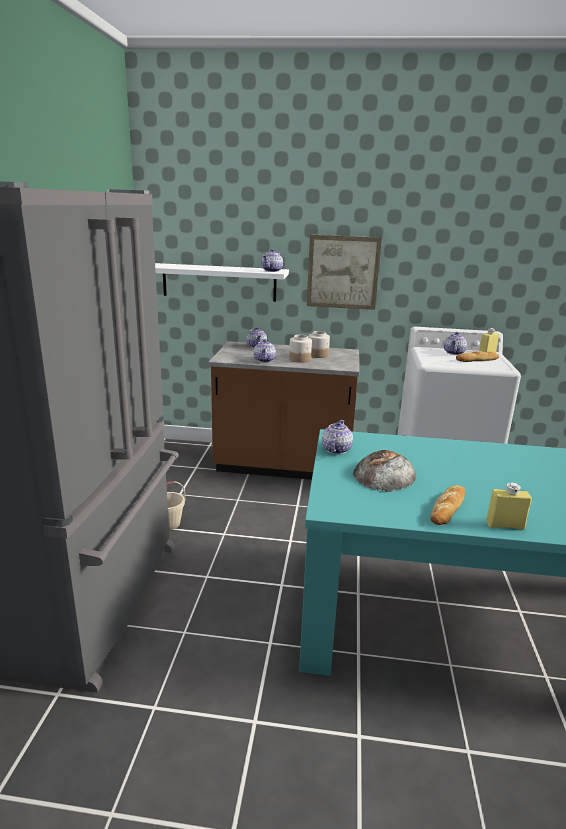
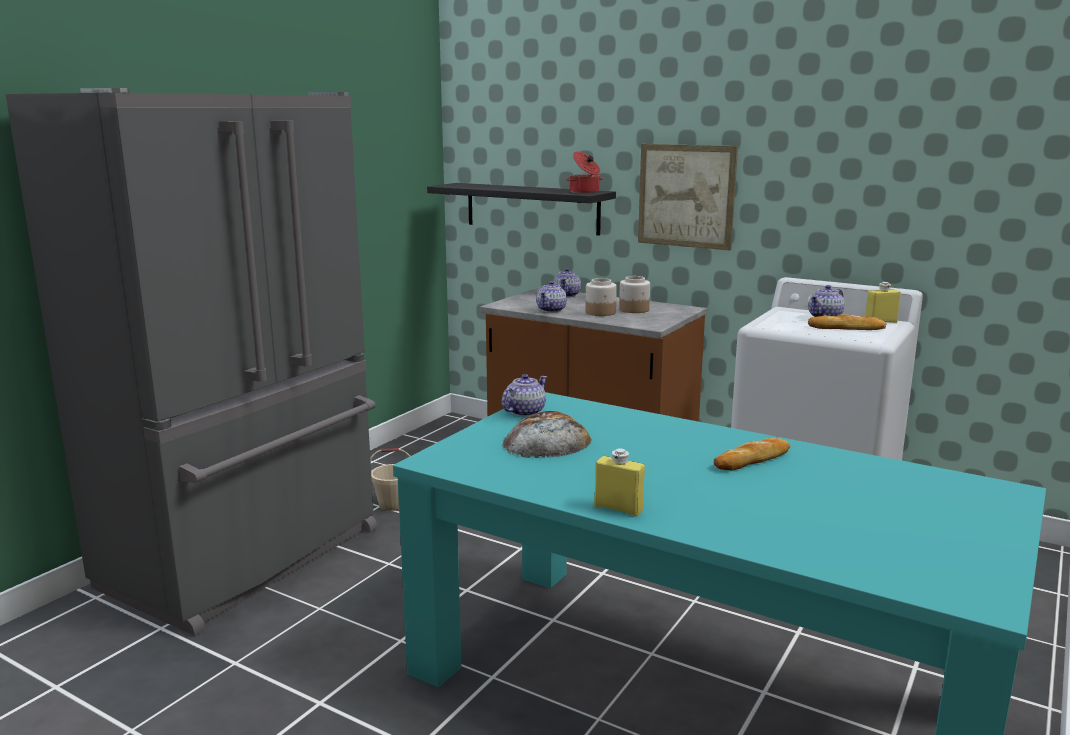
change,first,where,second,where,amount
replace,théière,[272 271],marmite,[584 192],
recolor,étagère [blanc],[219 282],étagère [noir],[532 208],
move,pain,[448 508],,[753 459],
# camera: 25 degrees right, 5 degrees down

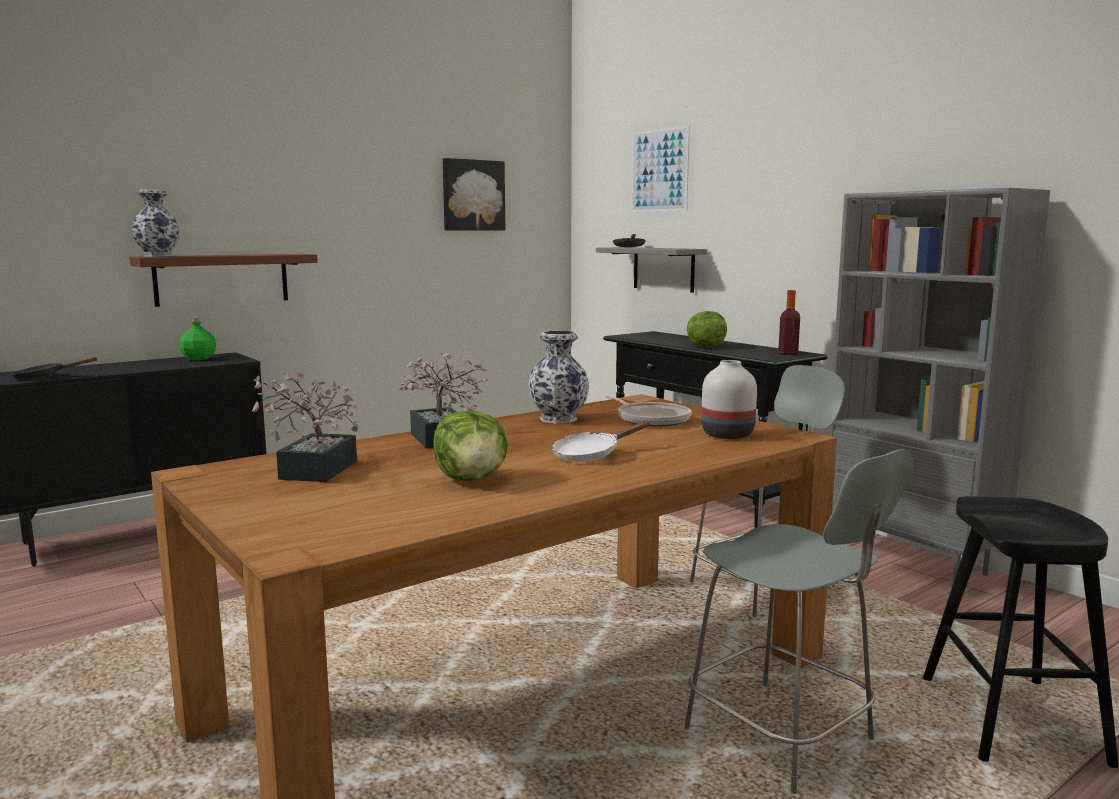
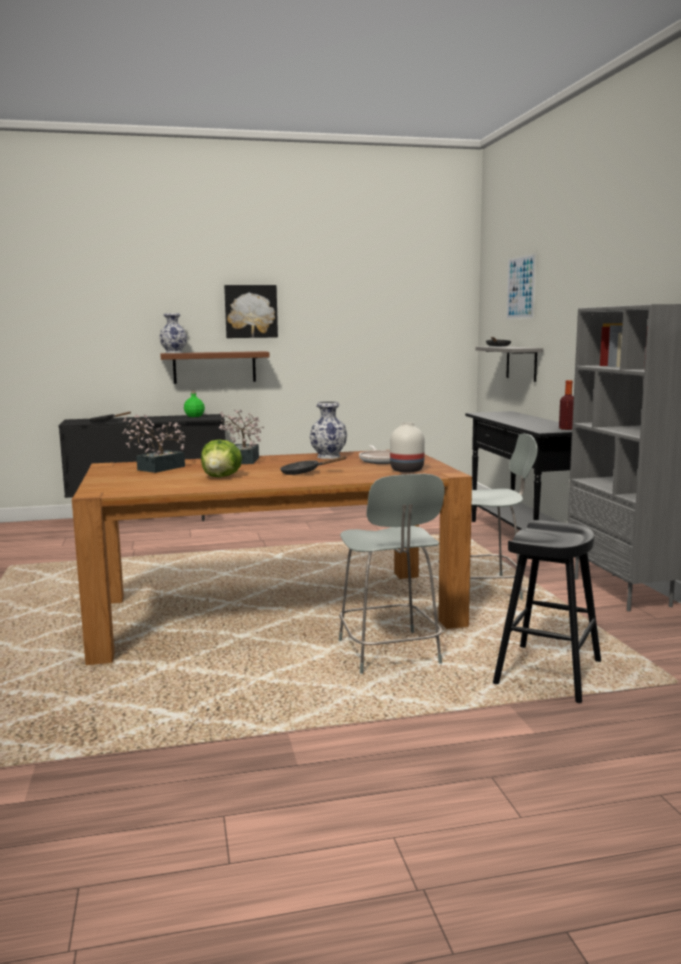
change,first,where,second,where,amount
move,tableau,[472 195],,[251 311],
delete,laitue,[704 346],,,
recolor,poêle [blanc],[591 455],poêle [noir],[304 473],
# camera: 25 degrees right, 0 degrees up

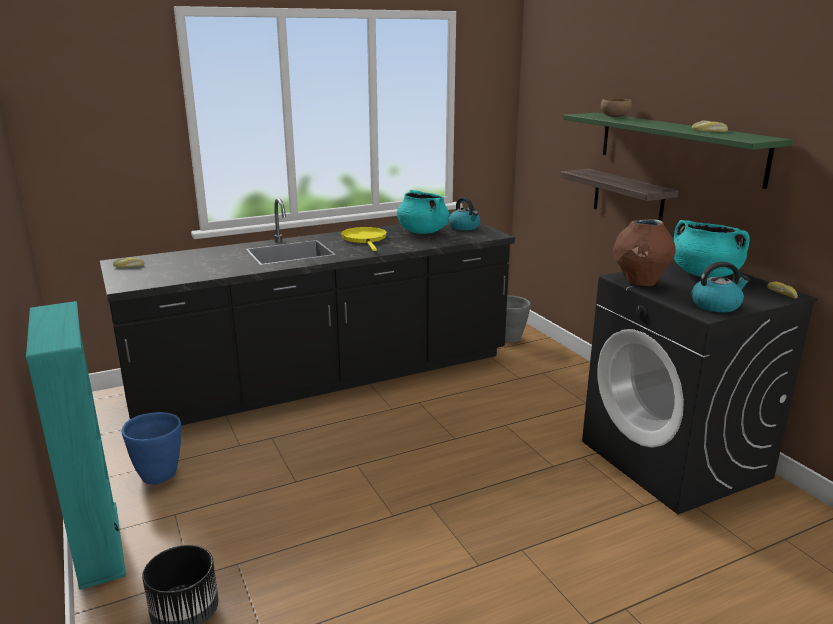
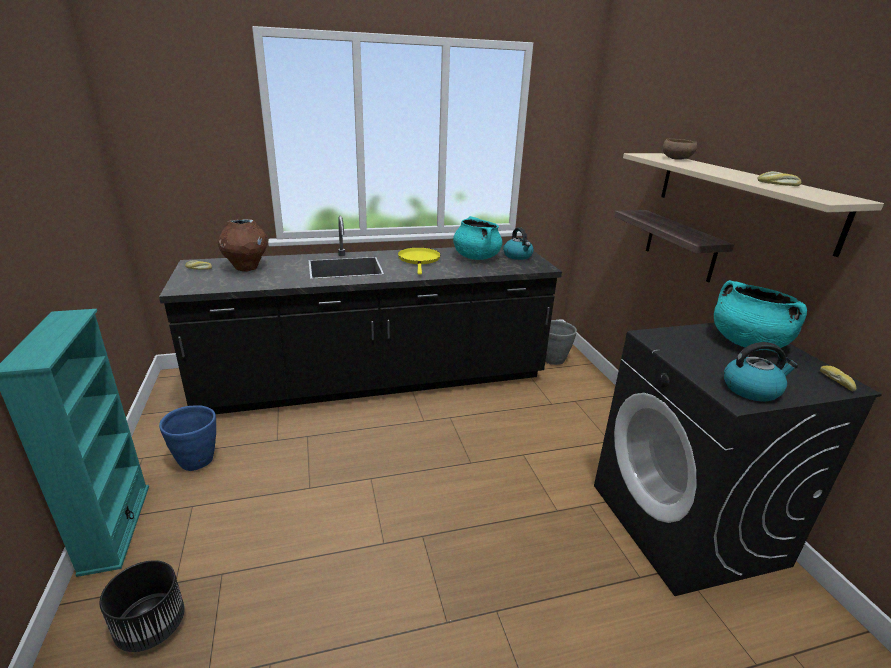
change,first,where,second,where,amount
recolor,étagère [vert],[677 147],étagère [beige],[740 197],
move,vase [marron],[640 282],,[246 268],
# camera: 10 degrees right, 5 degrees up

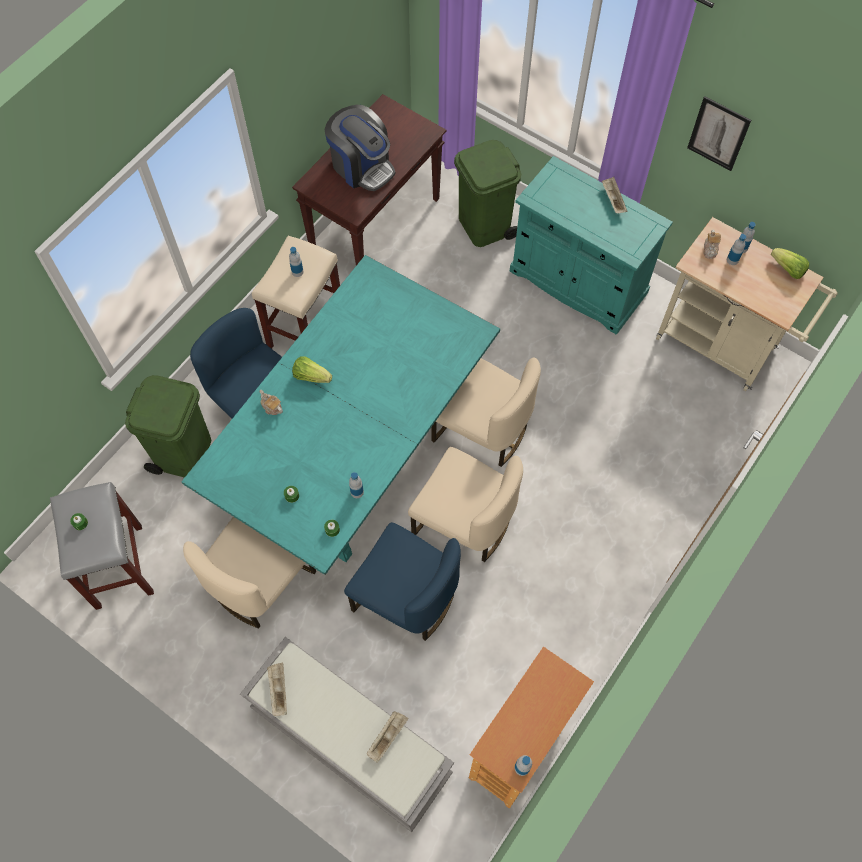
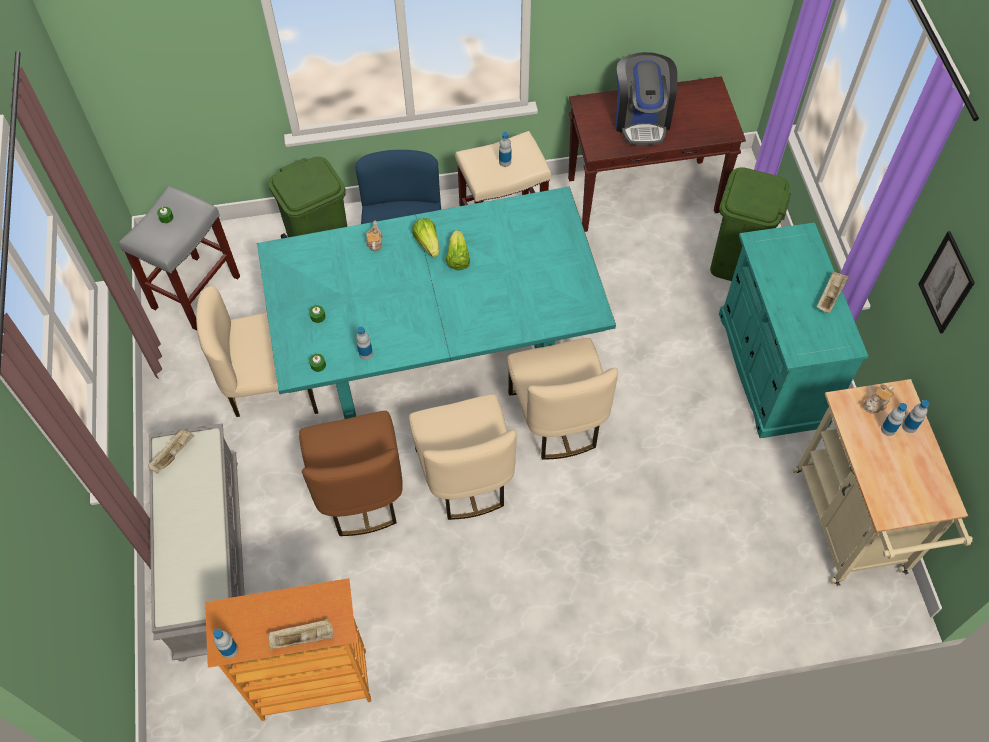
change,first,where,second,where,amount
move,laitue,[787 269],,[458 258],
recolor,chaise [bleu],[406 598],chaise [marron],[360 492],
move,plateau [beige],[387 737],,[303 637],
# camera: 45 degrees right, 5 degrees down

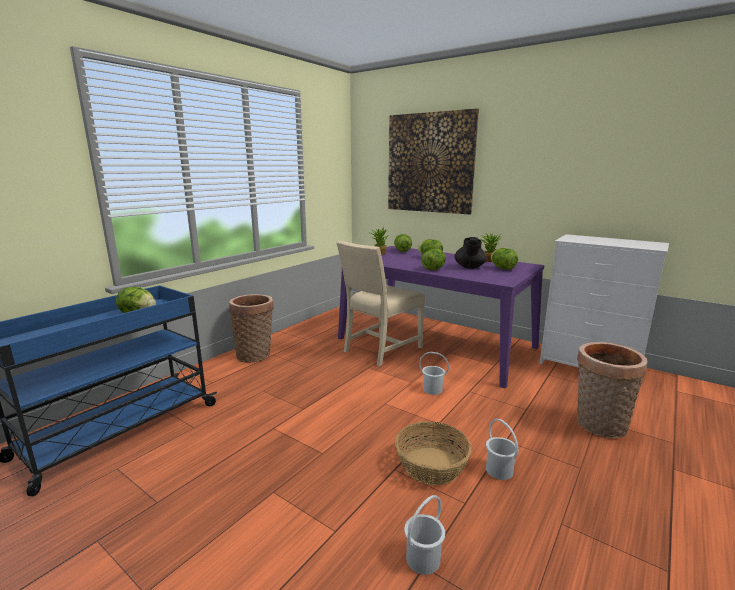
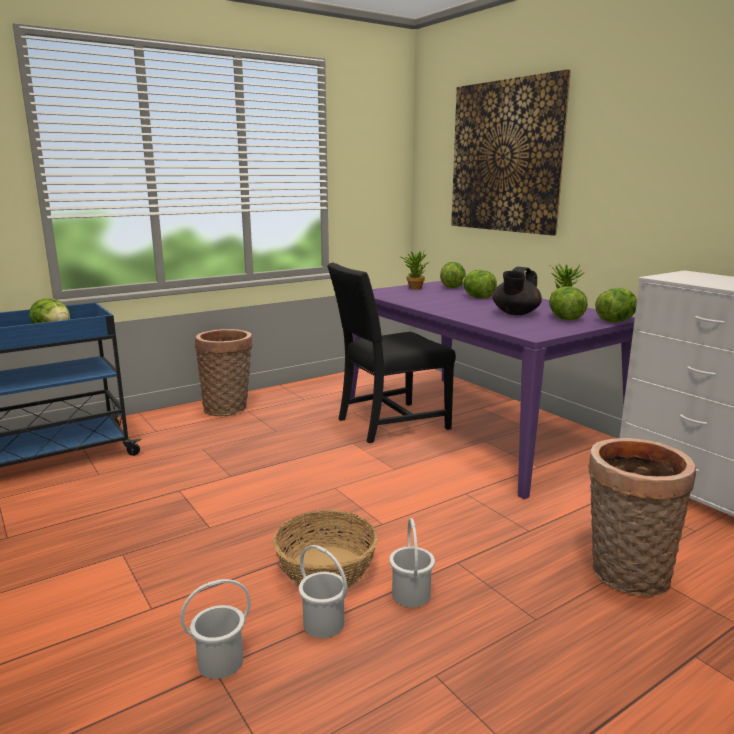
change,first,where,second,where,amount
recolor,chaise [beige],[380 349],chaise [noir],[389 423],
move,laitue,[433 269],,[615 321],
move,seau [blanc],[432 389],,[323 624],
# camera: 20 degrees right, 0 degrees up

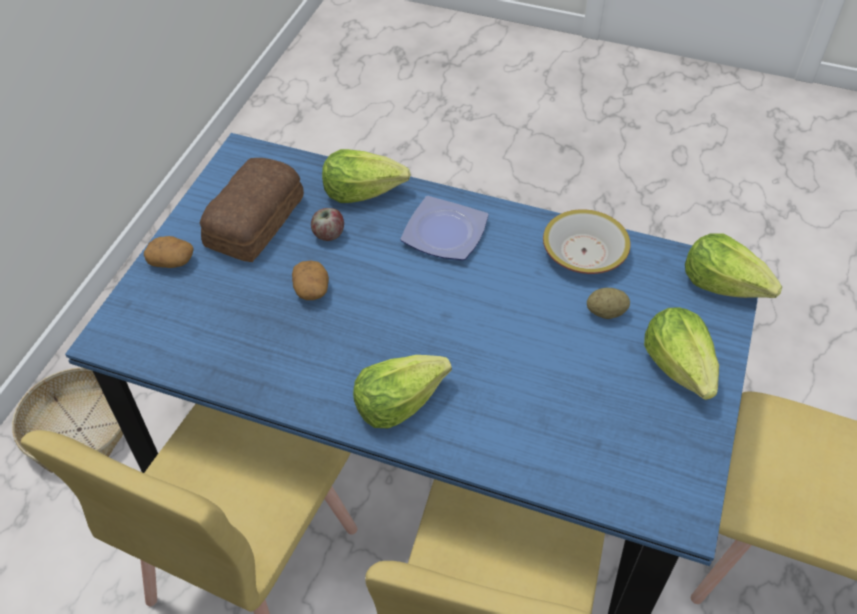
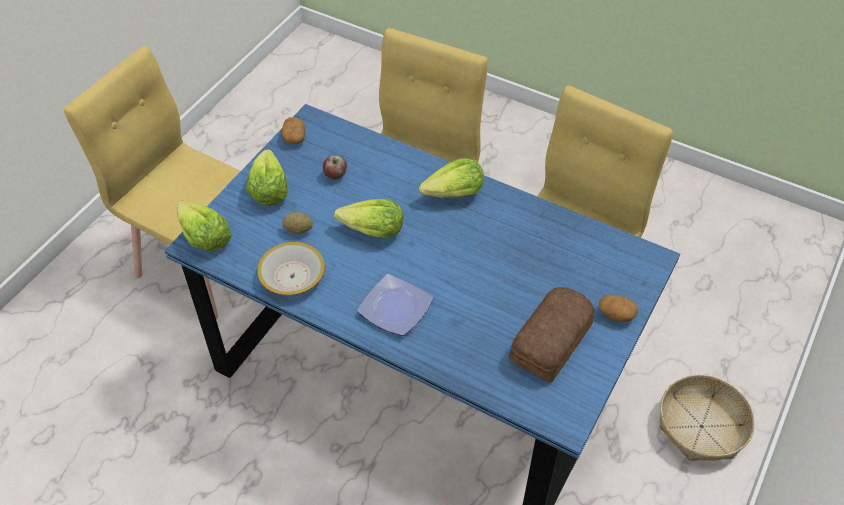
change,first,where,second,where,amount
move,laitue,[362 191],,[372 231],
move,pomme,[328 234],,[335 175],
move,pomme de terre,[312 289],,[294 137],
# camera: 170 degrees left, 0 degrees up

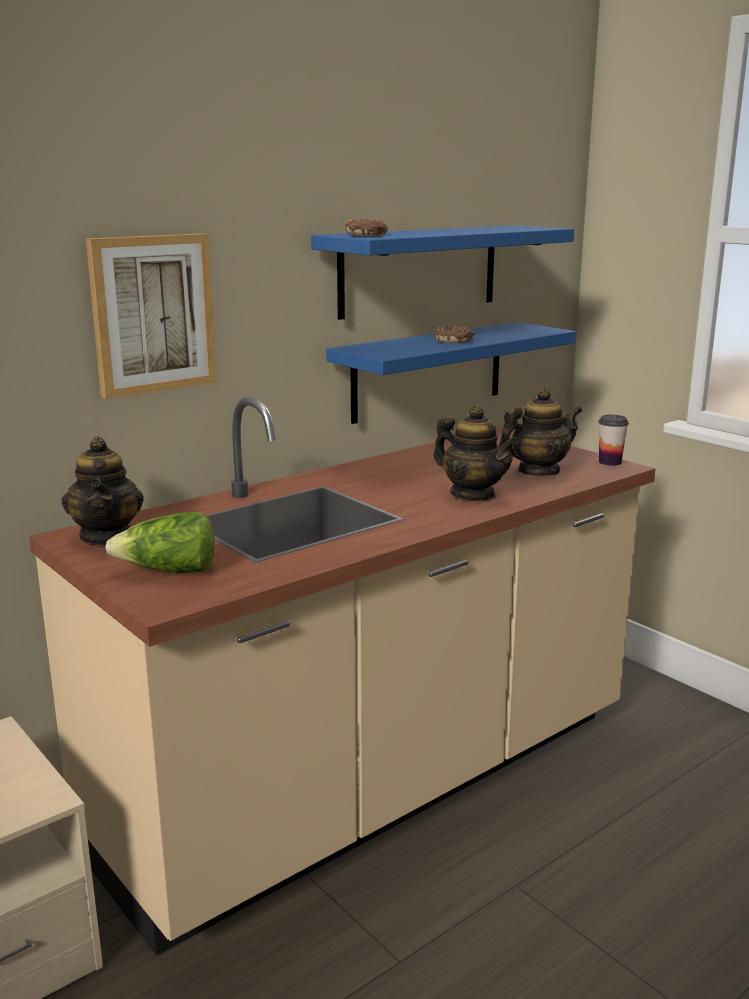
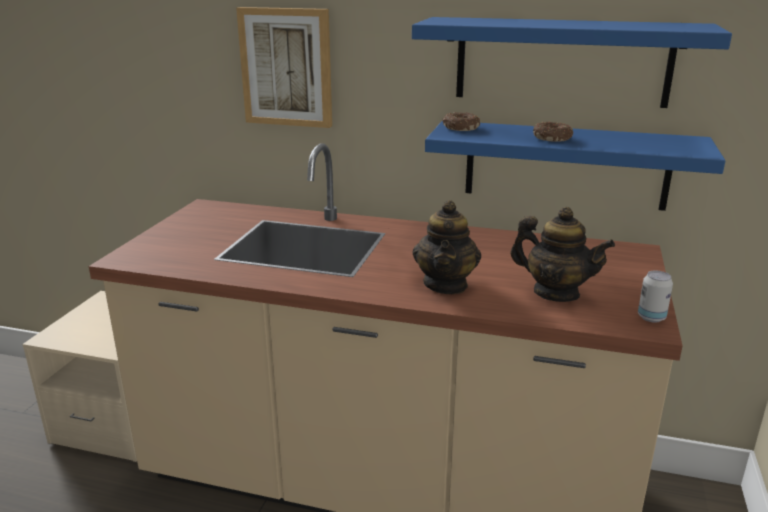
change,first,where,second,where,amount
move,beignet,[366 235],,[460 128],
replace,tasse,[610 462],boîte métallique,[651 317],
delete,théière,[107 536],,,
delete,laitue,[169 572],,,
# camera: 55 degrees right, 5 degrees up

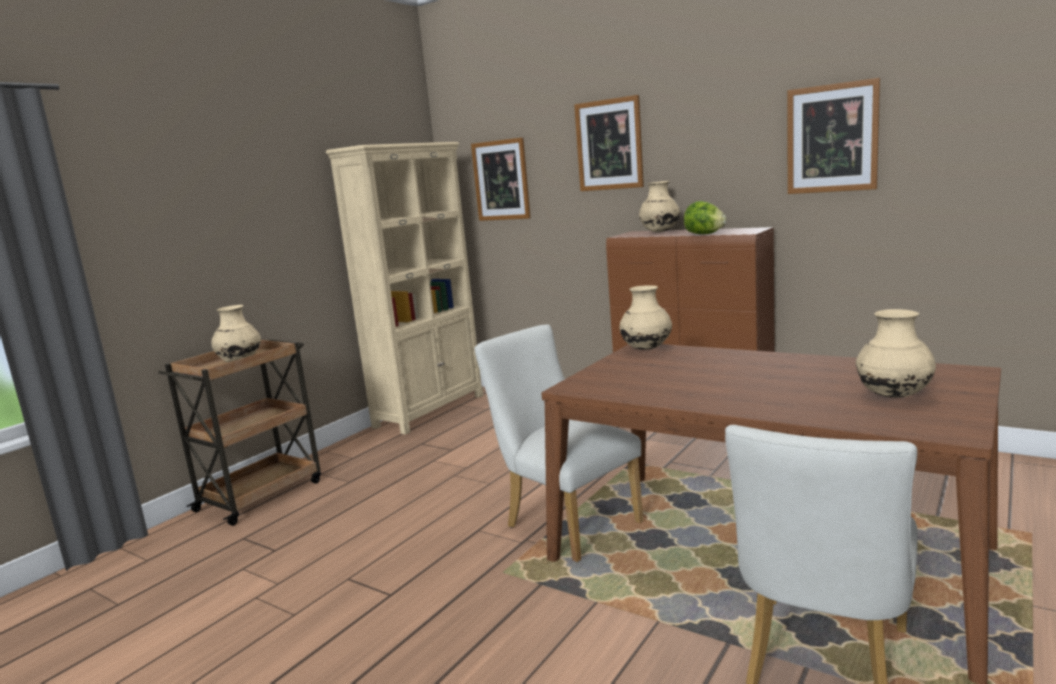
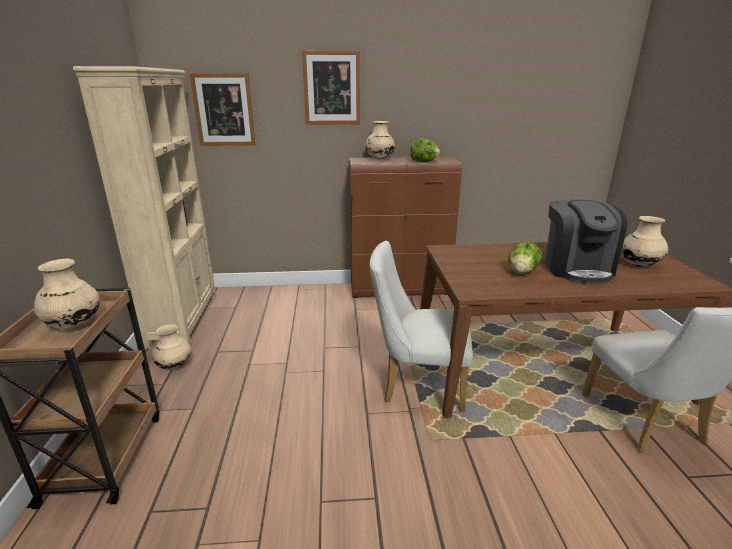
change,first,where,second,where,amount
delete,tableau,[832 138],,,
move,vase [beige],[646 349],,[174 366],
insert,,,machine à café,[576 268],
insert,,,laitue,[522 272],
# camera: 40 degrees left, 10 degrees up

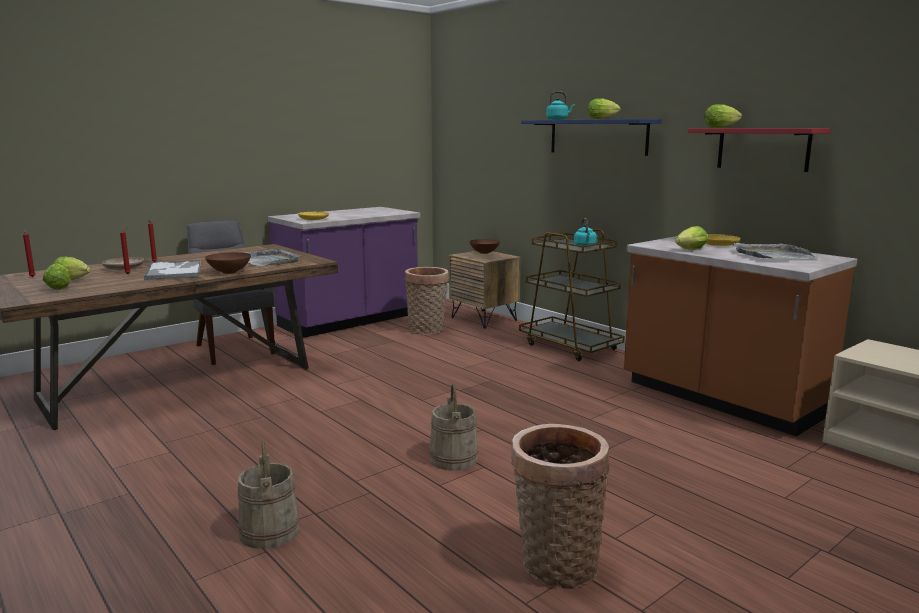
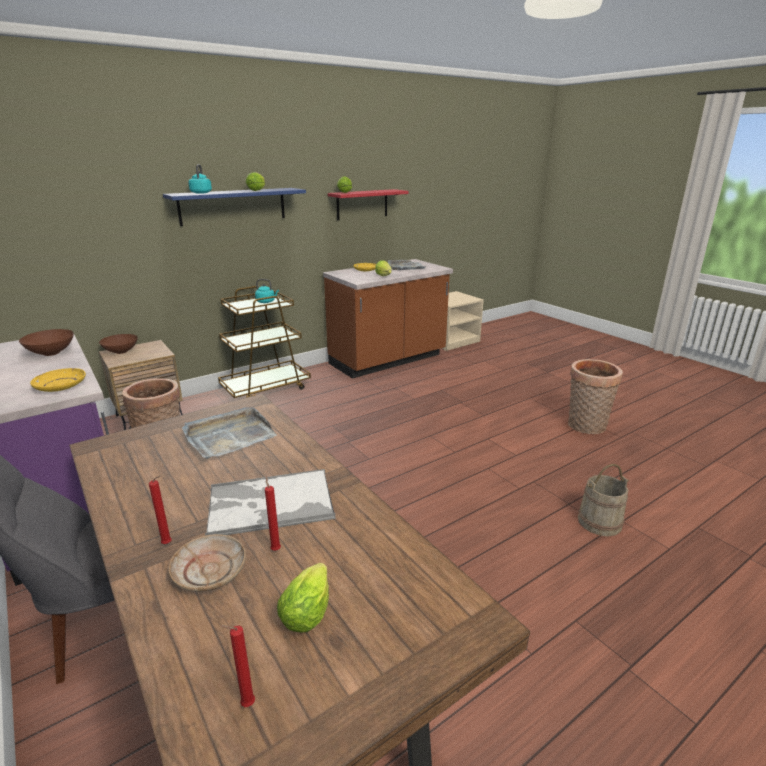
change,first,where,second,where,amount
move,bol [marron],[229 272],,[52 353],
delete,laitue,[59 287],,,
delete,seau [beige],[453 458],,,
# camera: 85 degrees left, 10 degrees up

